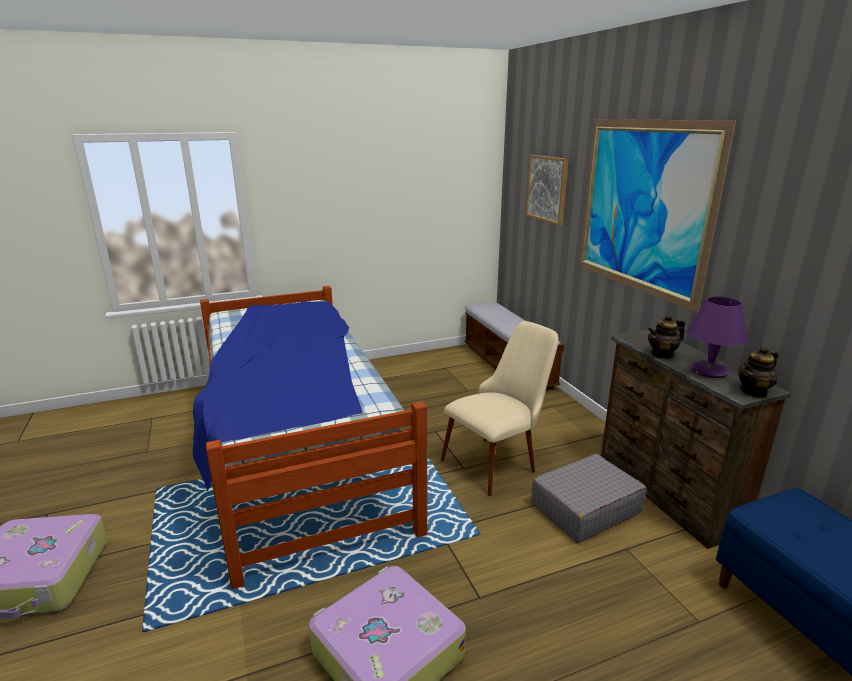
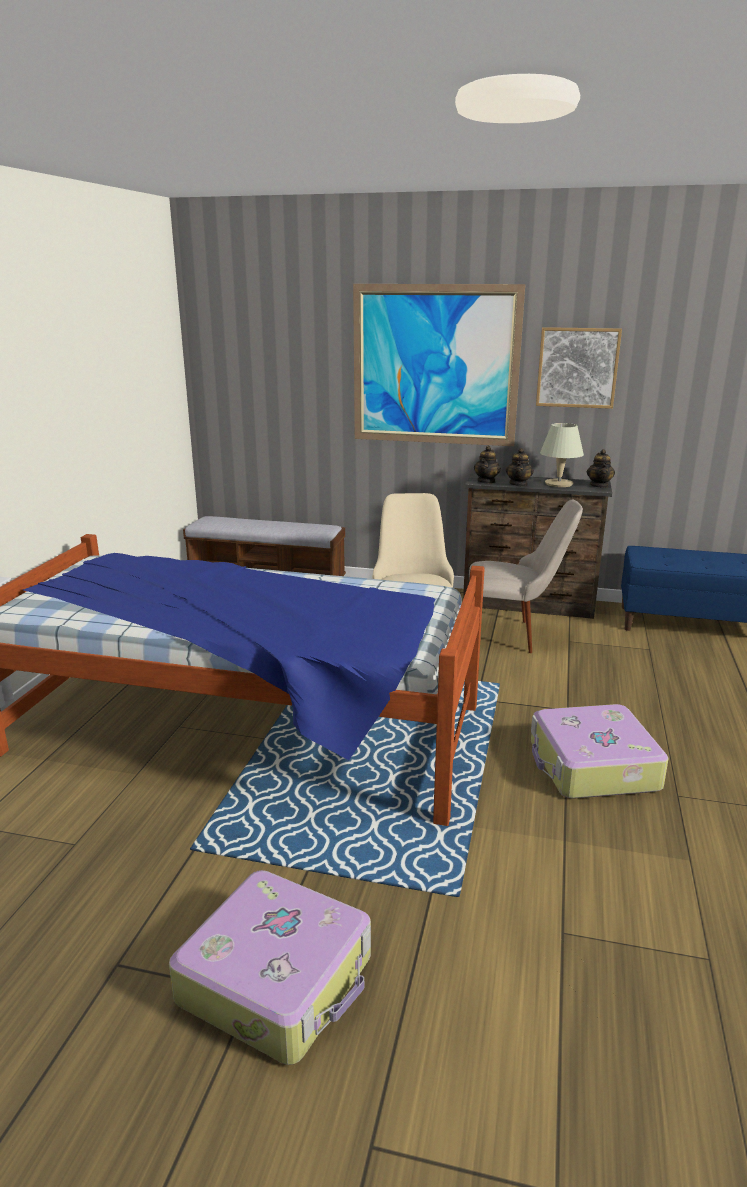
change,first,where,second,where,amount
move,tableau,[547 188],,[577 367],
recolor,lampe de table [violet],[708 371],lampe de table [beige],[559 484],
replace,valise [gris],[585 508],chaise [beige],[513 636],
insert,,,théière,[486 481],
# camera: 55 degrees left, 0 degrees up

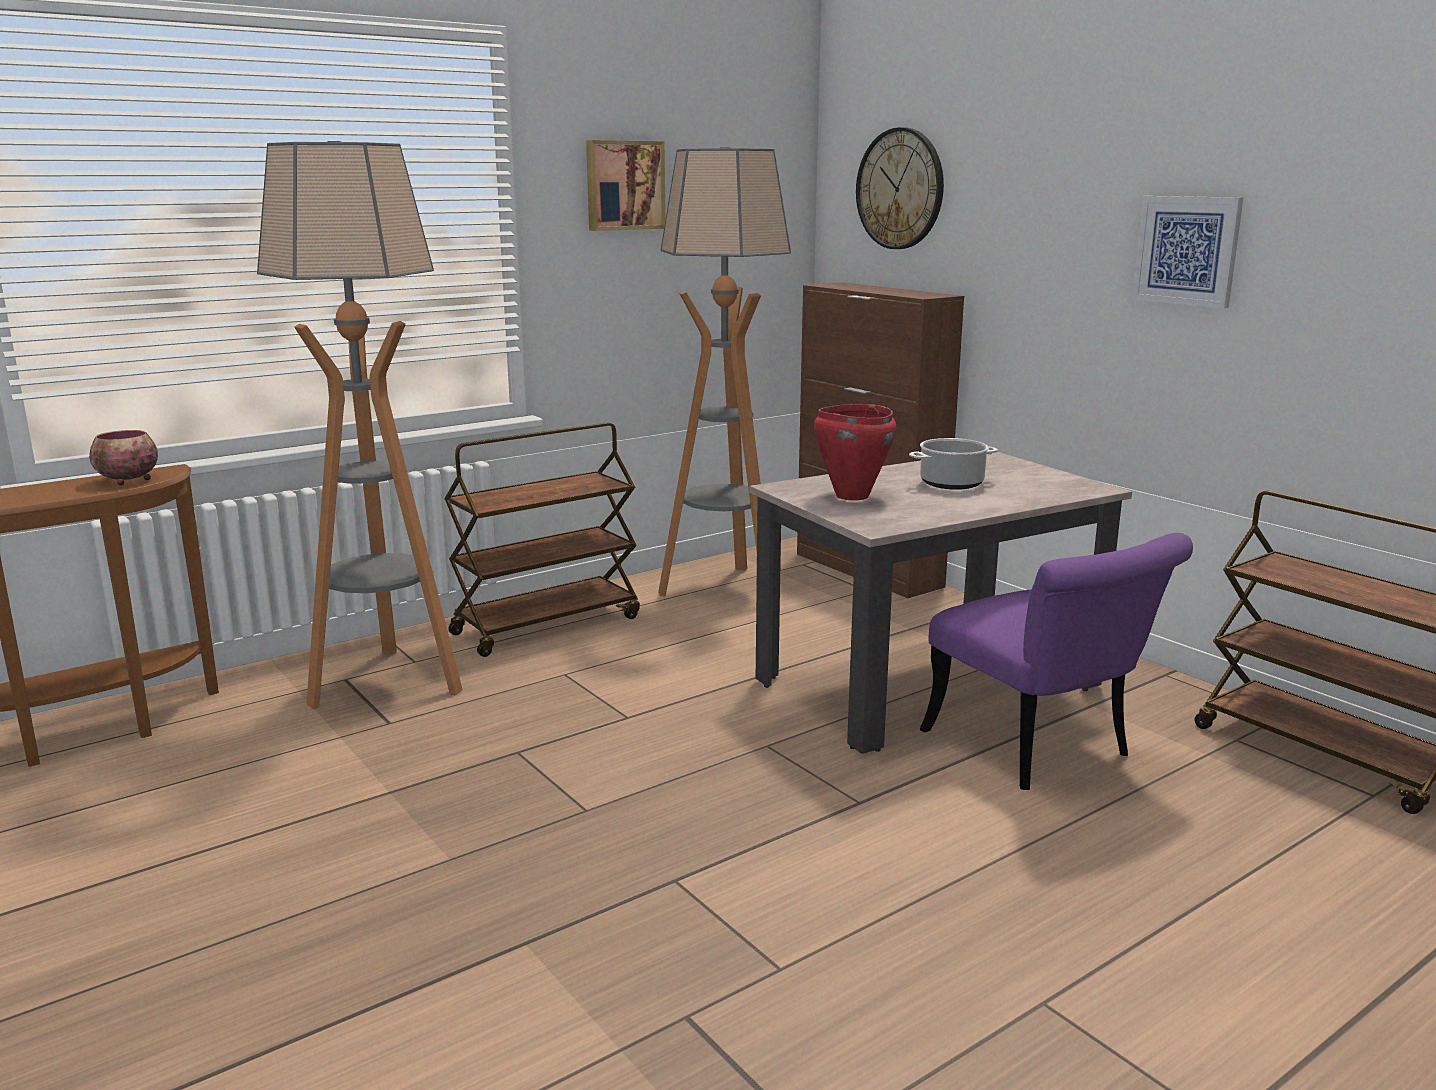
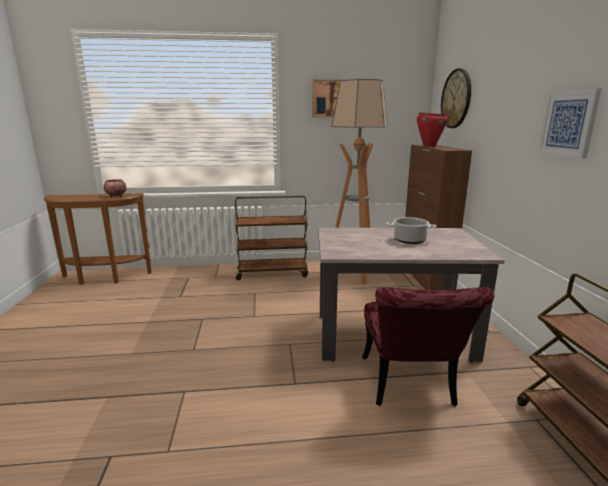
change,first,where,second,where,amount
delete,lampadaire,[387 682],,,
move,marmite [rouge],[851 496],,[429 146],
recolor,chaise [violet],[1040 751],chaise [rouge],[410 387],
# camera: 30 degrees right, 0 degrees up

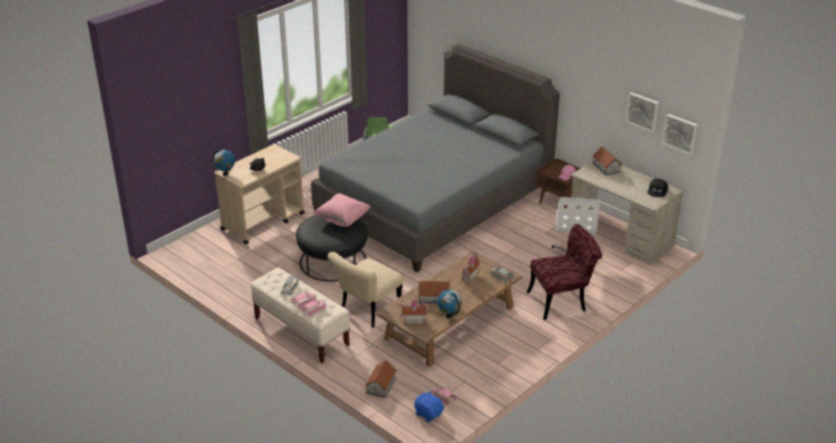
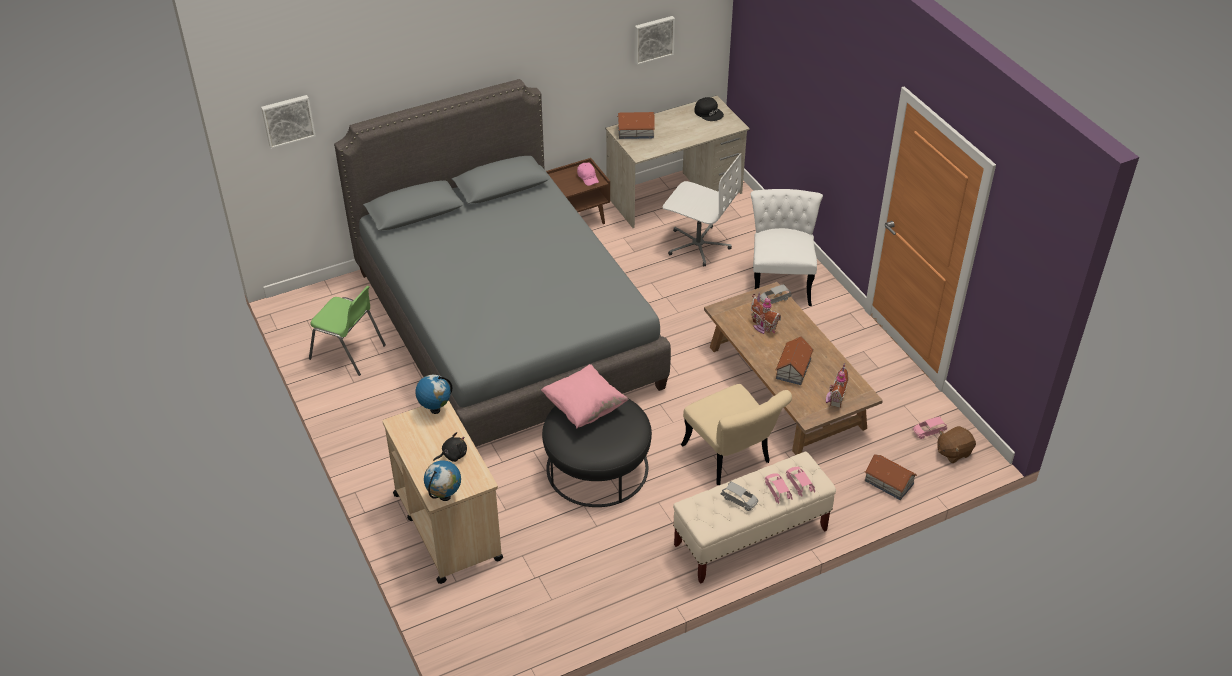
change,first,where,second,where,amount
move,tableau,[680 133],,[287 120],
recolor,chaise [rouge],[562 300],chaise [blanc],[780 280],
move,globe,[449 315],,[435 409],
recolor,peluche [bleu],[428 413],peluche [marron],[953 452],
# camera: 70 degrees left, 10 degrees up

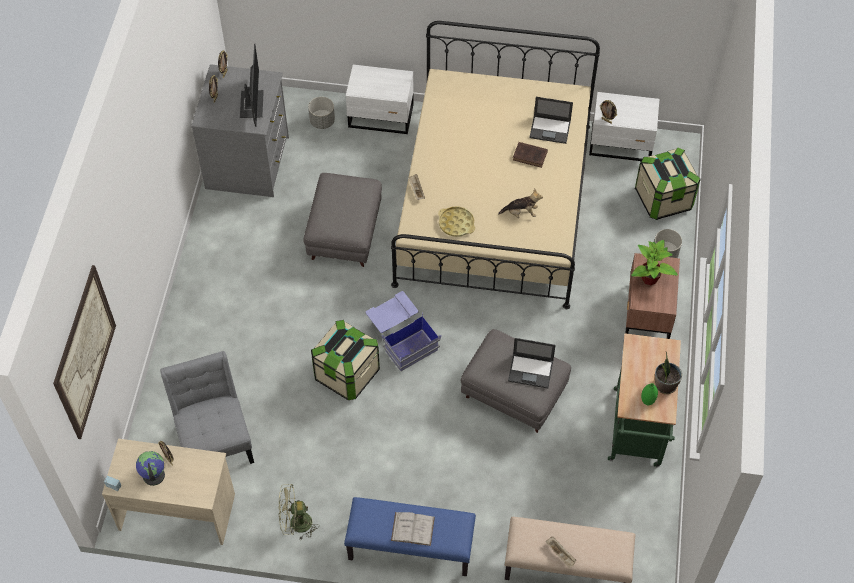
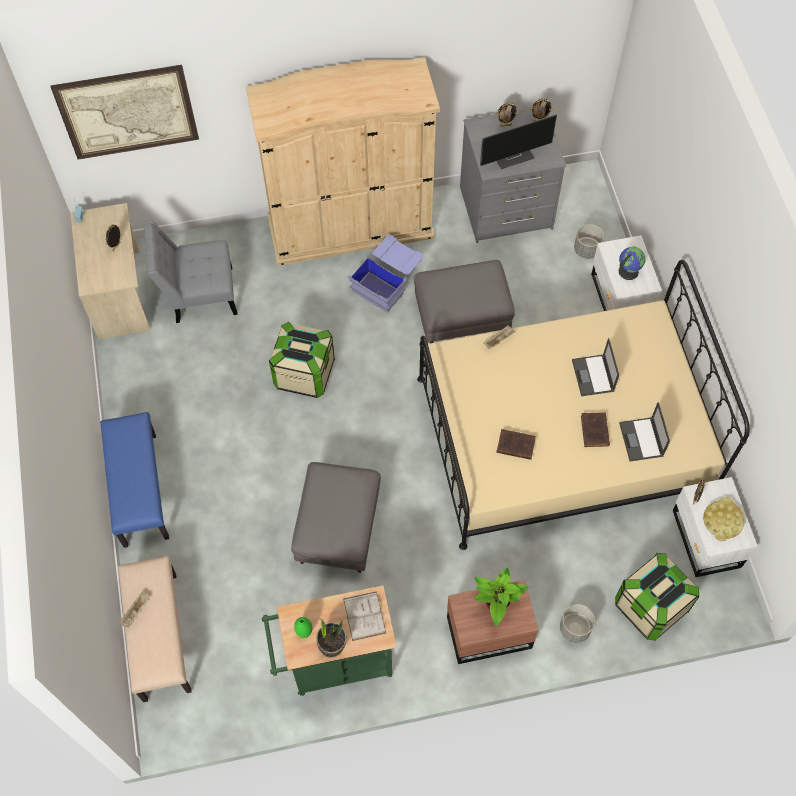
change,first,where,second,where,amount
replace,peluche,[521 213],livre [marron],[514 445],
move,plateau [jaune],[456 224],,[722 521],
move,boîte de rangement [bleu],[402 338],,[388 281],
move,ordinateur portable,[531 371],,[593 376],
rotate,chaise [gris],[215 439],,[199 294],150 degrees counterclockwise
move,globe,[153 475],,[628 271],
delete,ventilateur [vert],[295 524],,,
move,livre [blanc],[412 528],,[364 616],
insert,,,armoire [beige],[350 227],
# camera: 70 degrees right, 5 degrees up

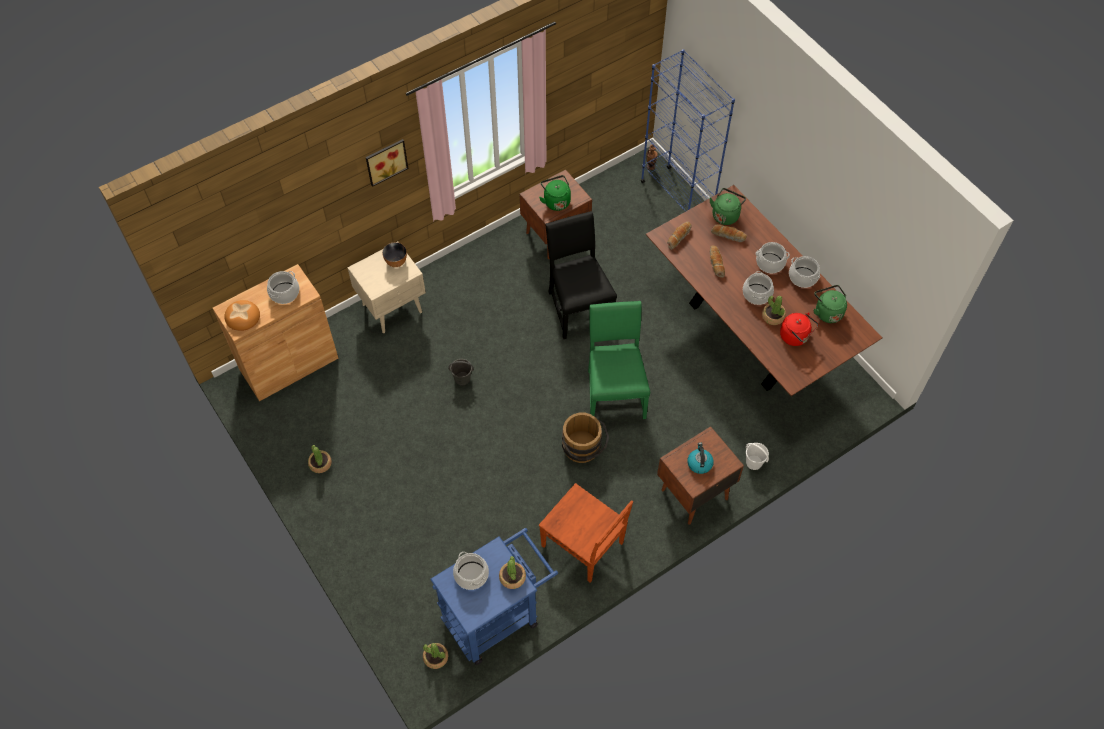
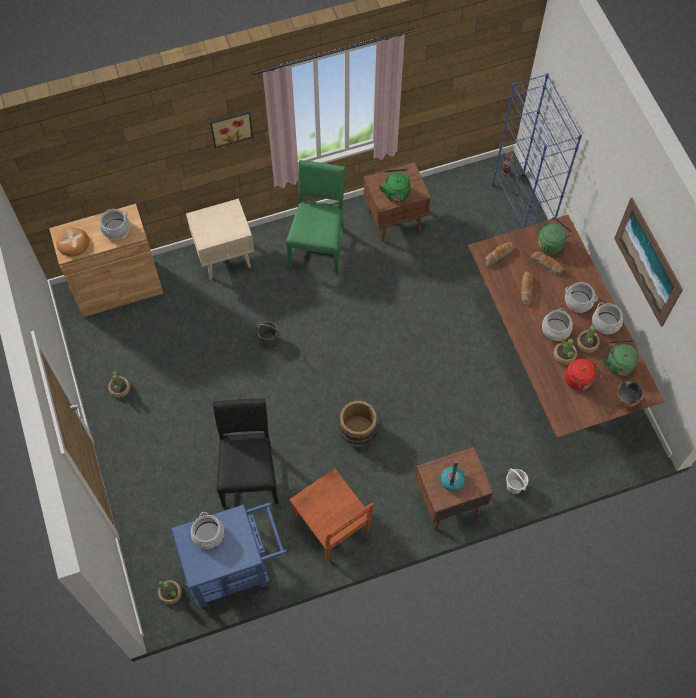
change,first,where,second,where,amount
move,chaise [noir],[578 306],,[249 474],
move,bol,[396 261],,[626 399],
move,chaise [vert],[614 392],,[318 246],
move,plante en pot,[512 577],,[587 343],
insert,,,tableau,[647 262],
# camera: 15 degrees right, 5 degrees up

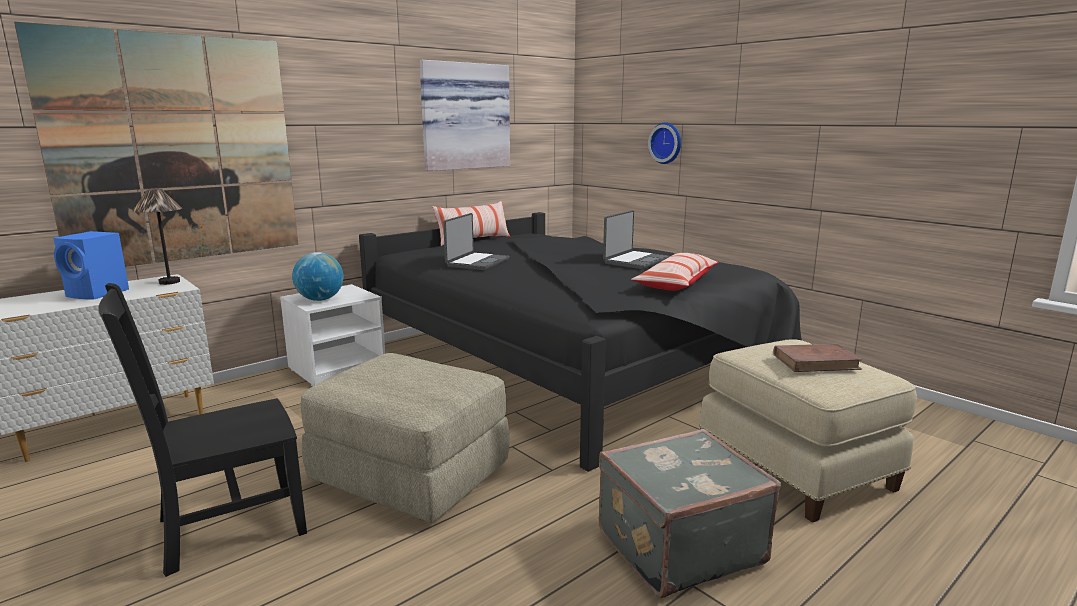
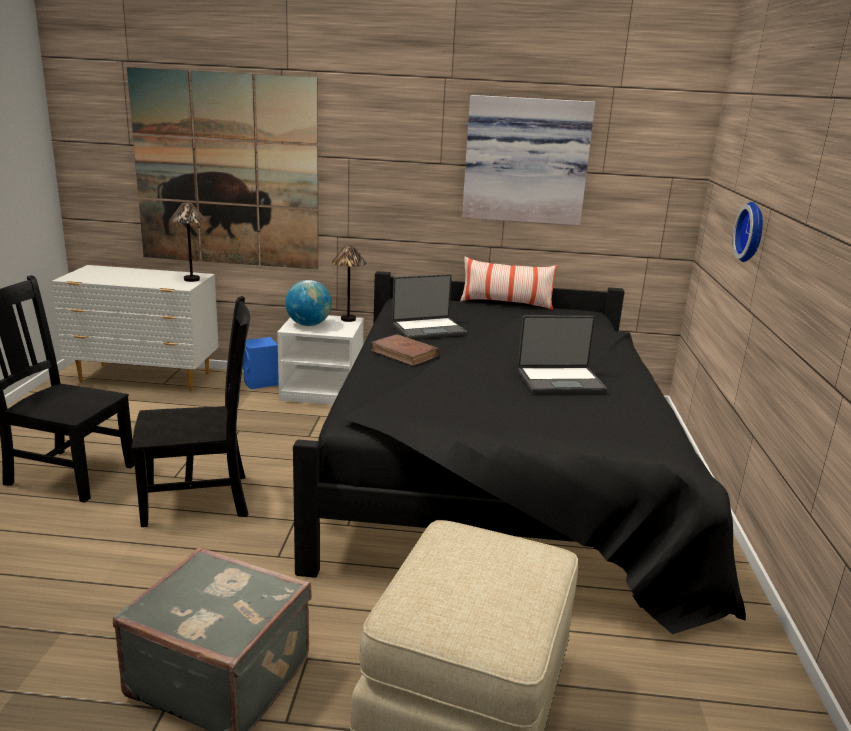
change,first,where,second,where,amount
move,enceinte [bleu],[98 294],,[261 383],
delete,coussin,[676 283],,,
move,livre [marron],[816 362],,[404 353],
replace,pouf [beige],[412 473],chaise [noir],[200 499],
insert,,,lampe de table,[348 319],
# camera: 45 degrees right, 5 degrees up

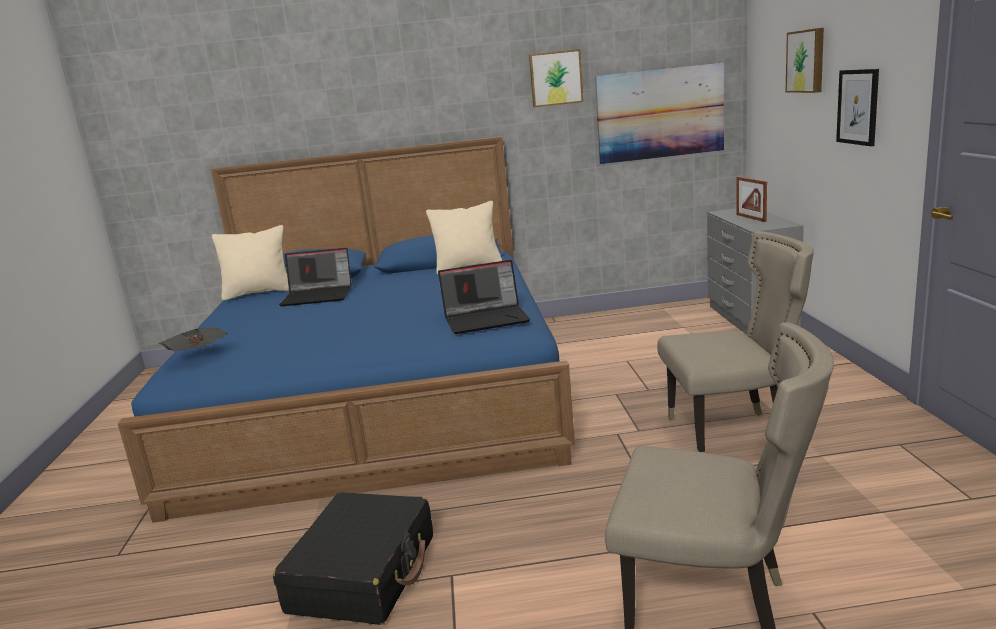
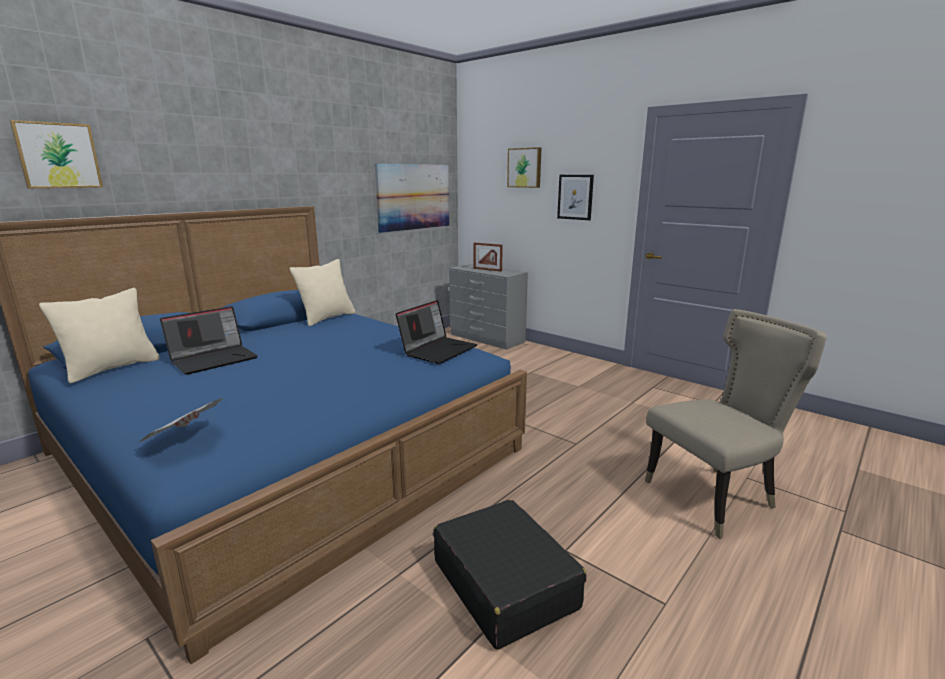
change,first,where,second,where,amount
move,tableau,[555 78],,[58 155],
delete,chaise [beige],[733 435],,,
# camera: 45 degrees left, 0 degrees up

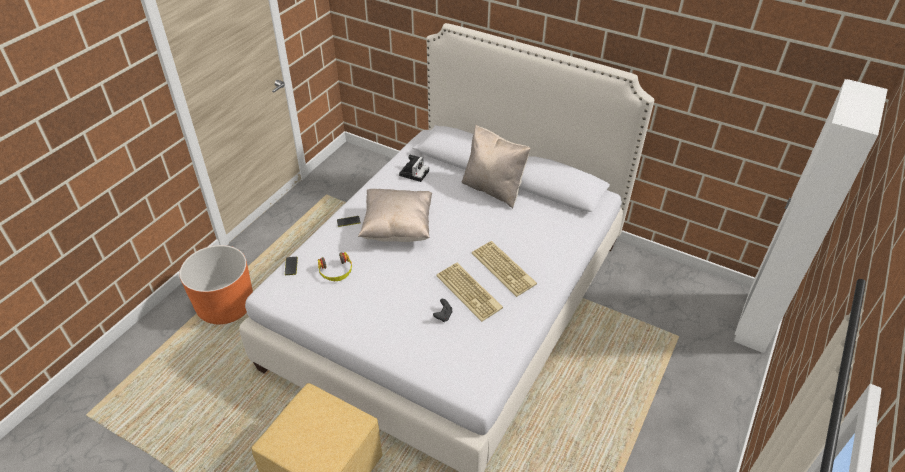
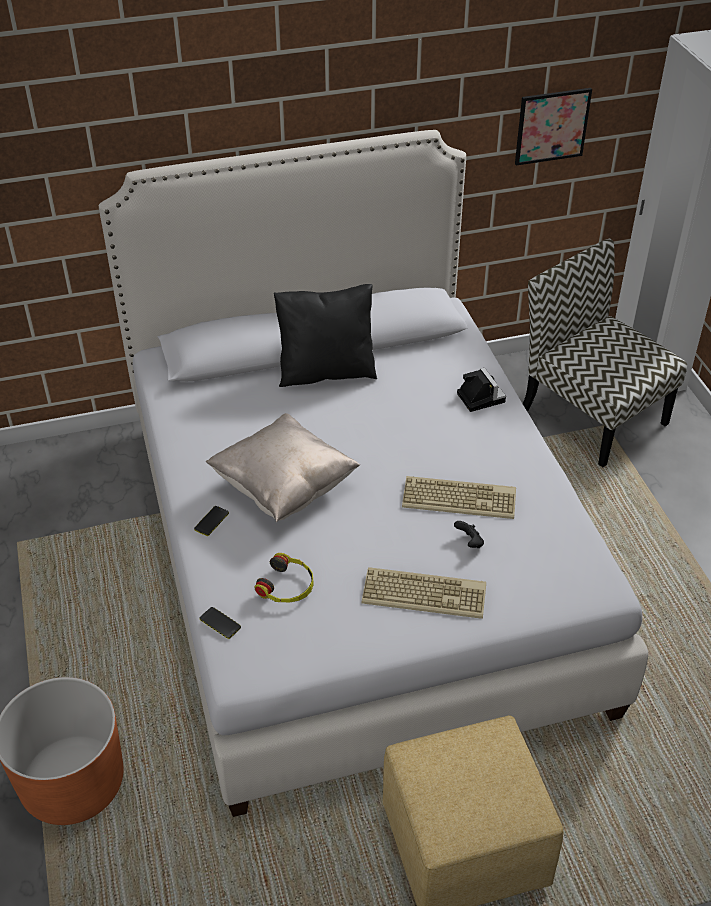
change,first,where,second,where,amount
recolor,coussin [beige],[493 189],coussin [noir],[326 371],
move,appareil photo,[414 172],,[479 396],
move,clavier,[504 269],,[425 592],
insert,,,tableau,[552 126],
insert,,,chaise,[591 415],
# camera: 45 degrees left, 0 degrees up

